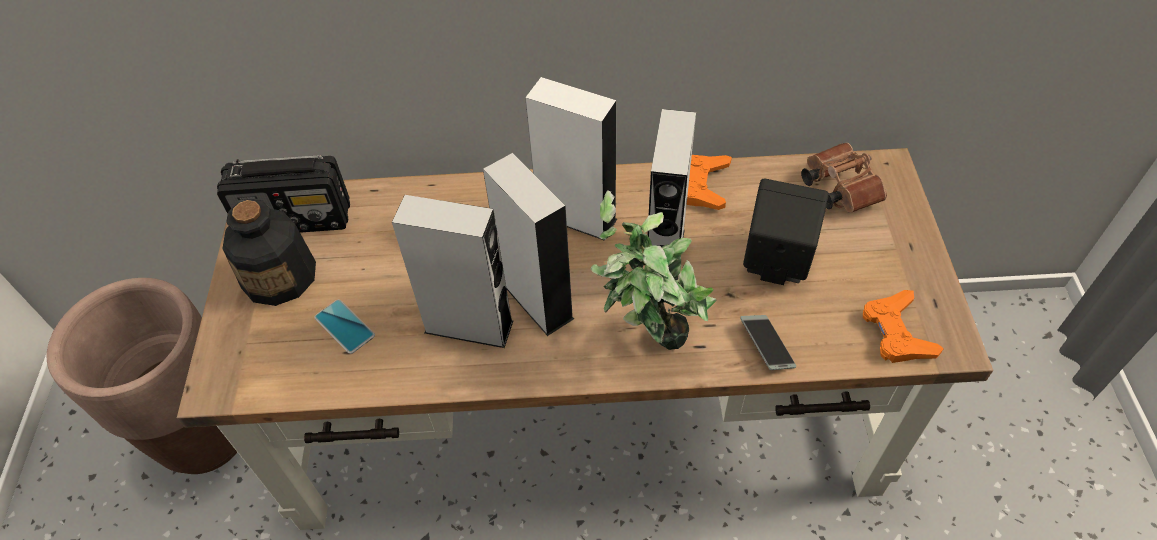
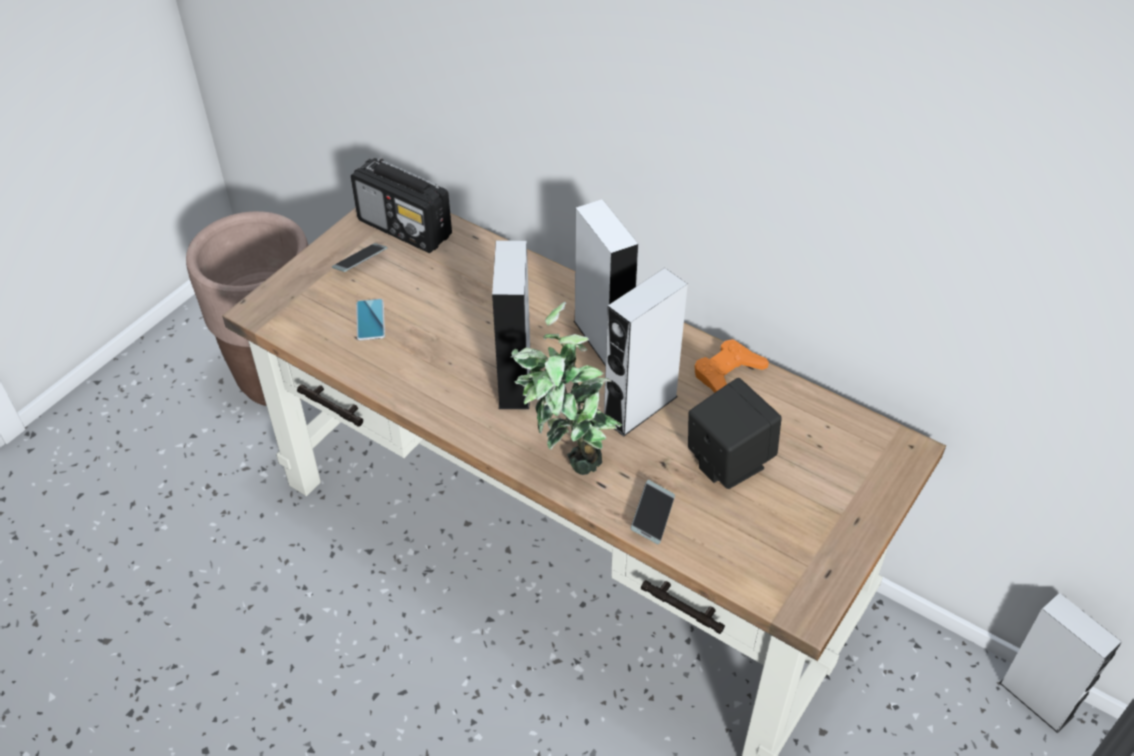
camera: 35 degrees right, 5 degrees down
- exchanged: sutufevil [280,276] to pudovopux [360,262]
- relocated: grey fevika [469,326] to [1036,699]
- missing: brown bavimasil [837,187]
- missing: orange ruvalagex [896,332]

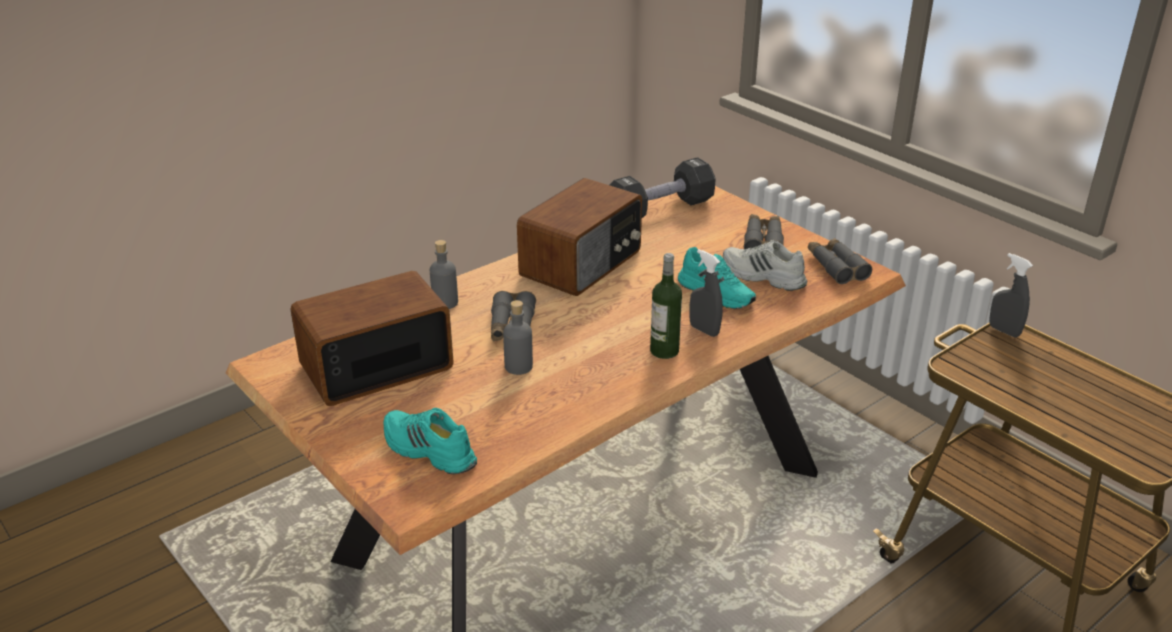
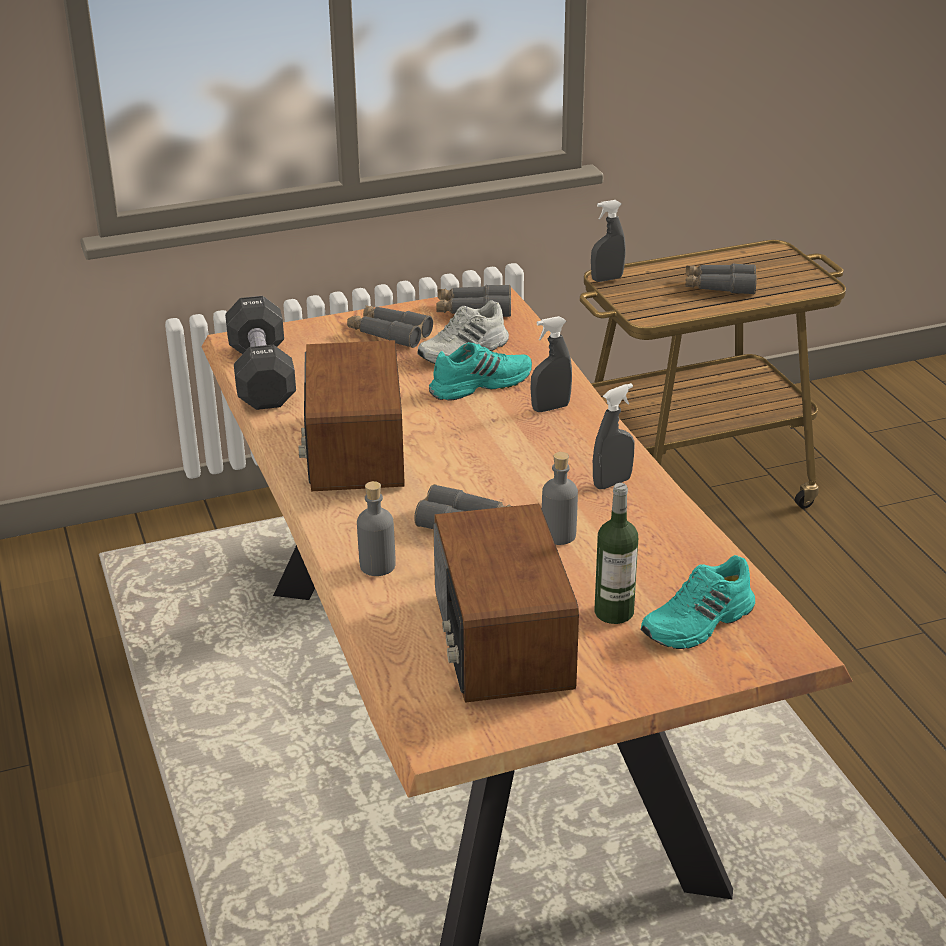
camera: 70 degrees left, 0 degrees up
- spun: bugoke [583,263] = [353,451] 150 degrees counterclockwise
- appeared: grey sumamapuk [612,483]
- relocated: sutufevil [664,351] to [614,612]
- appeared: grey bavimasil [719,287]

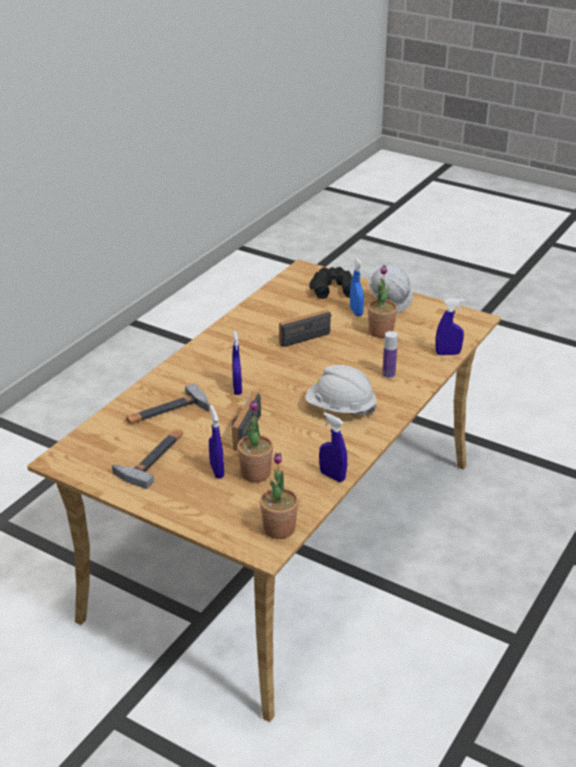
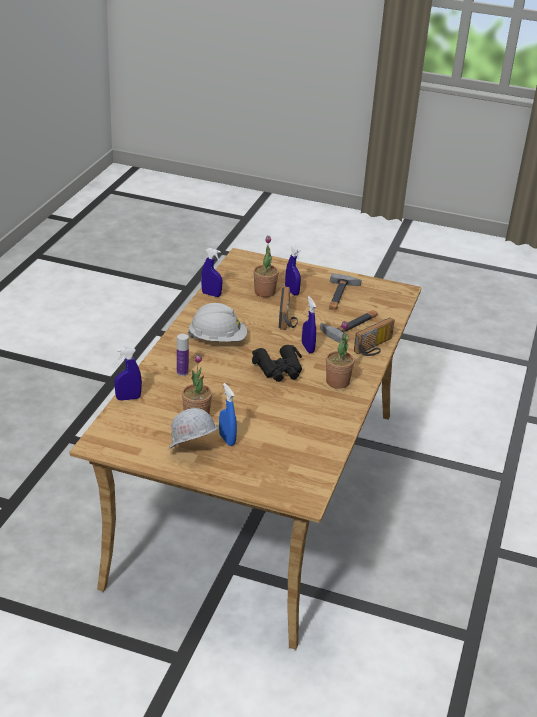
camera: 165 degrees right, 0 degrees up
- relocated: black bavimasil [333,287] to [279,369]
- relocated: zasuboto [279,529] to [337,382]
- relocated: bugoke [303,335] to [375,347]

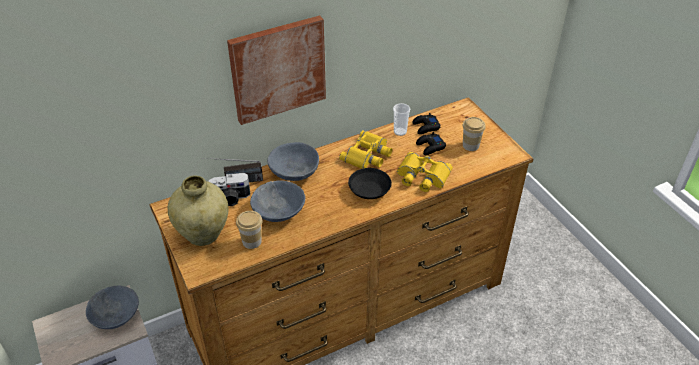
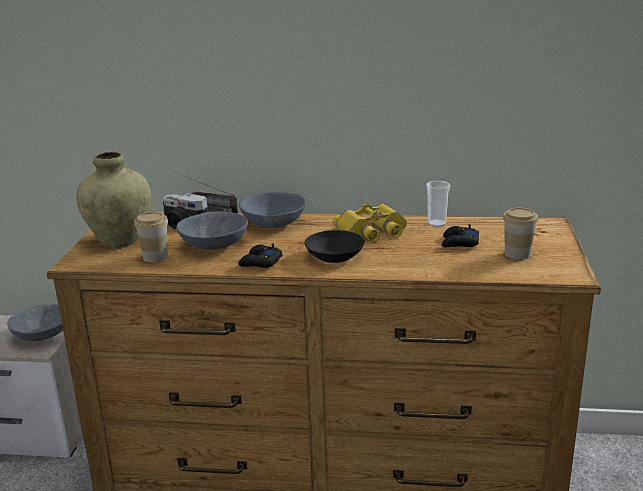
camera: 35 degrees right, 20 degrees down
- relocated: black ruvalagex [425,127] to [260,262]
- missing: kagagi [278,69]
- missing: yellow bavimasil [422,176]

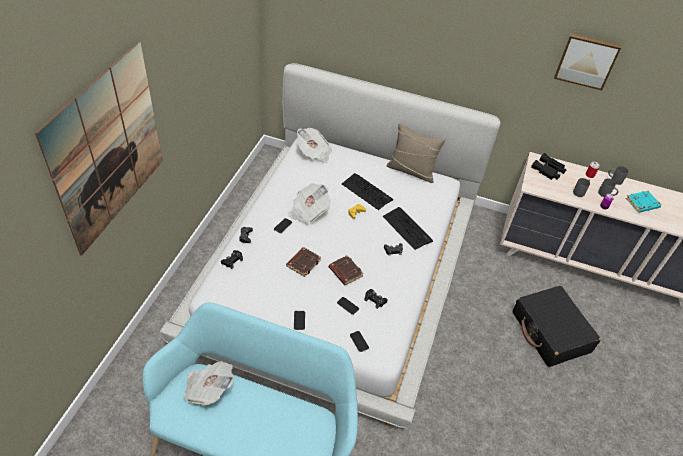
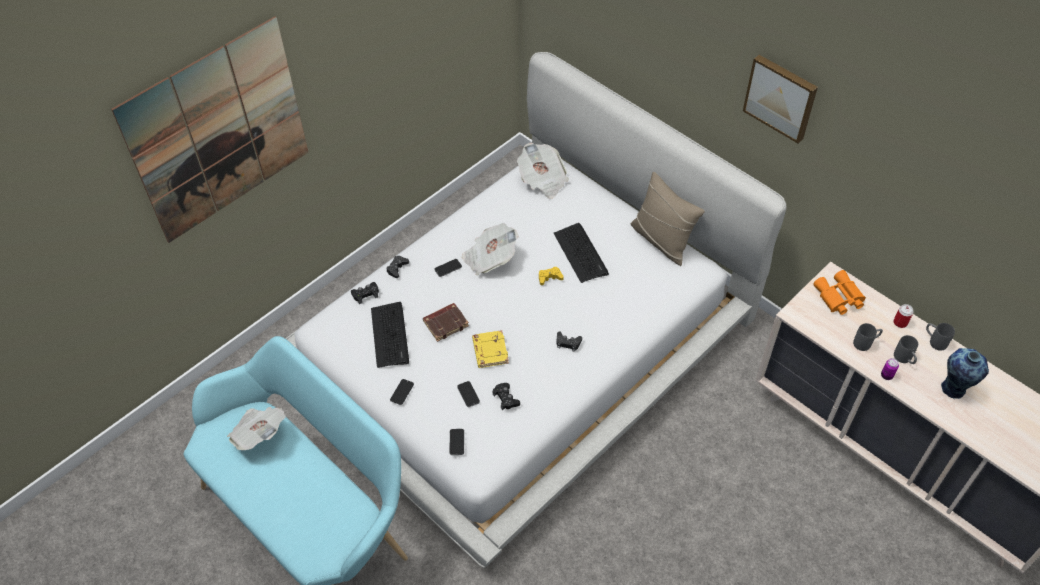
camera: 30 degrees right, 5 degrees up
- relocated: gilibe [407,228] to [390,335]
- colour: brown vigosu [345,272] to yellow vigosu [489,351]
- relocated: kagagi [586,60] to [781,97]
- colour: black bavimasil [548,170] to orange bavimasil [838,298]
- exchanged: turquoise vigosu [642,204] to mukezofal [953,389]
- missing: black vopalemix [550,332]

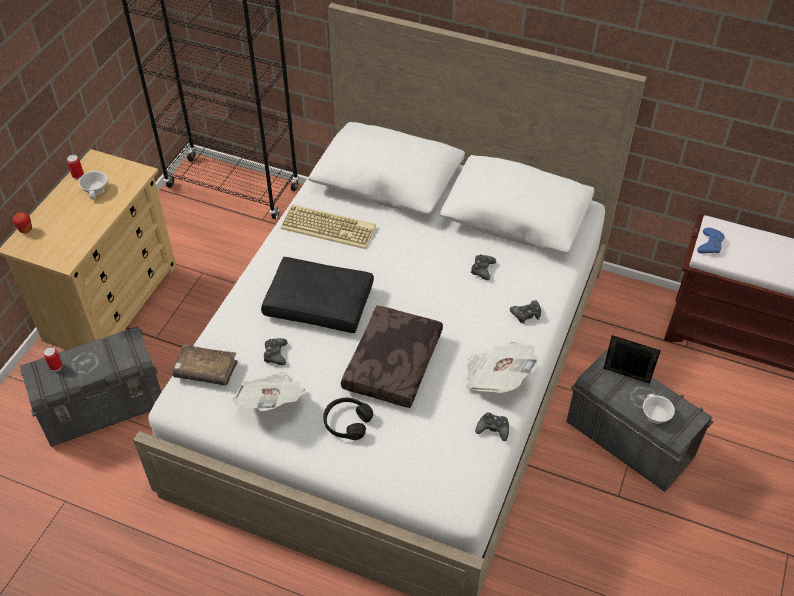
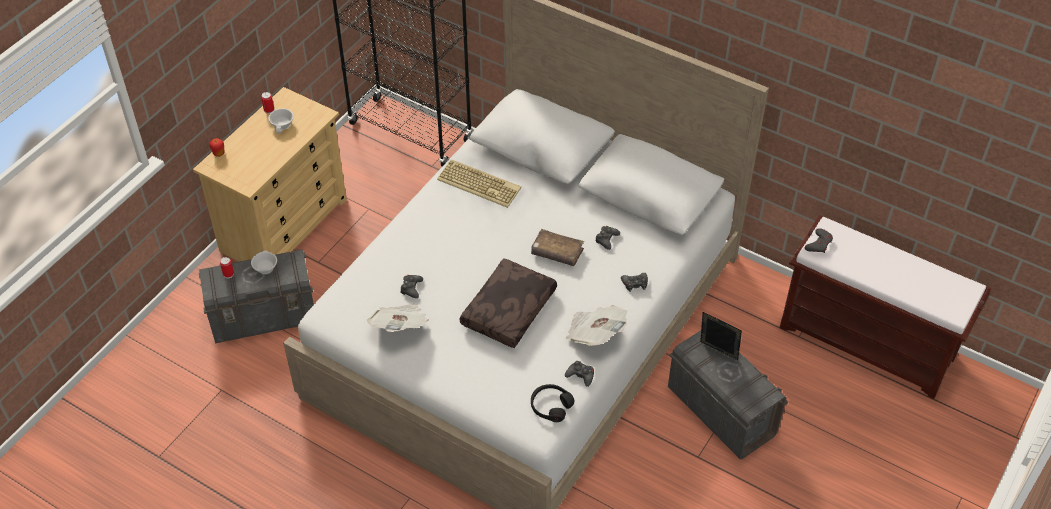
camera: 10 degrees right, 0 degrees up
- relocated: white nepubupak [654,415] to [264,267]
- relocated: brown vigosu [206,370] to [557,252]
- relocated: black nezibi [347,422] to [551,406]
- colour: blue ruvalagex [710,244] to grey ruvalagex [819,244]
- missing: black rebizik [320,302]

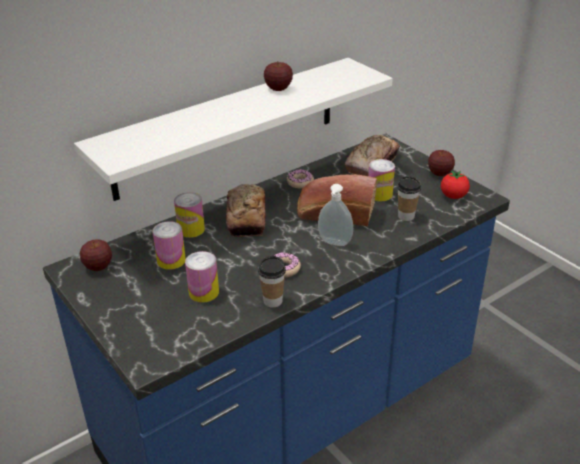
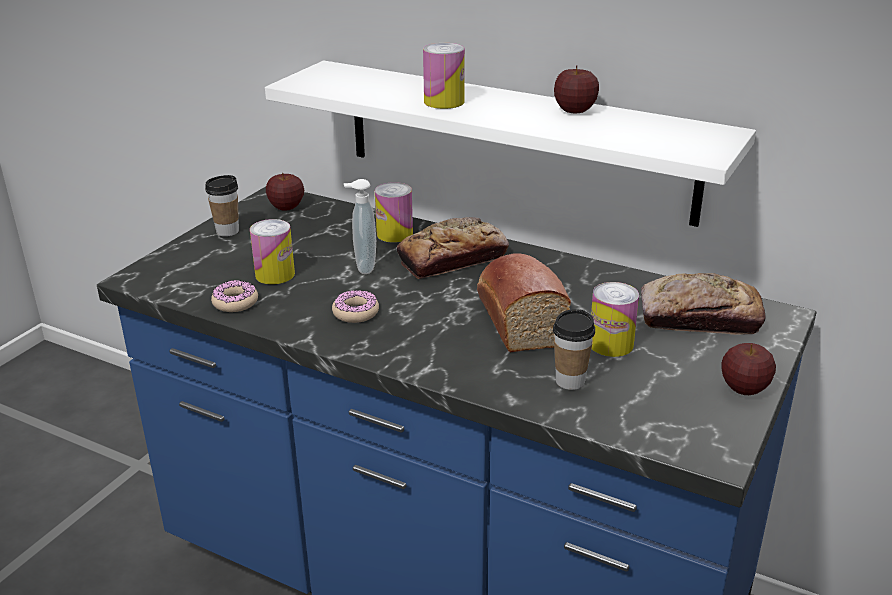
camera: 65 degrees right, 5 degrees down
- relocated: nepubupak [273,301] to [227,231]
- relocated: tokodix [300,182] to [235,302]
- relocated: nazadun [334,243] to [363,267]
- relocated: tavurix [171,260] to [444,102]
- missing: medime [453,196]

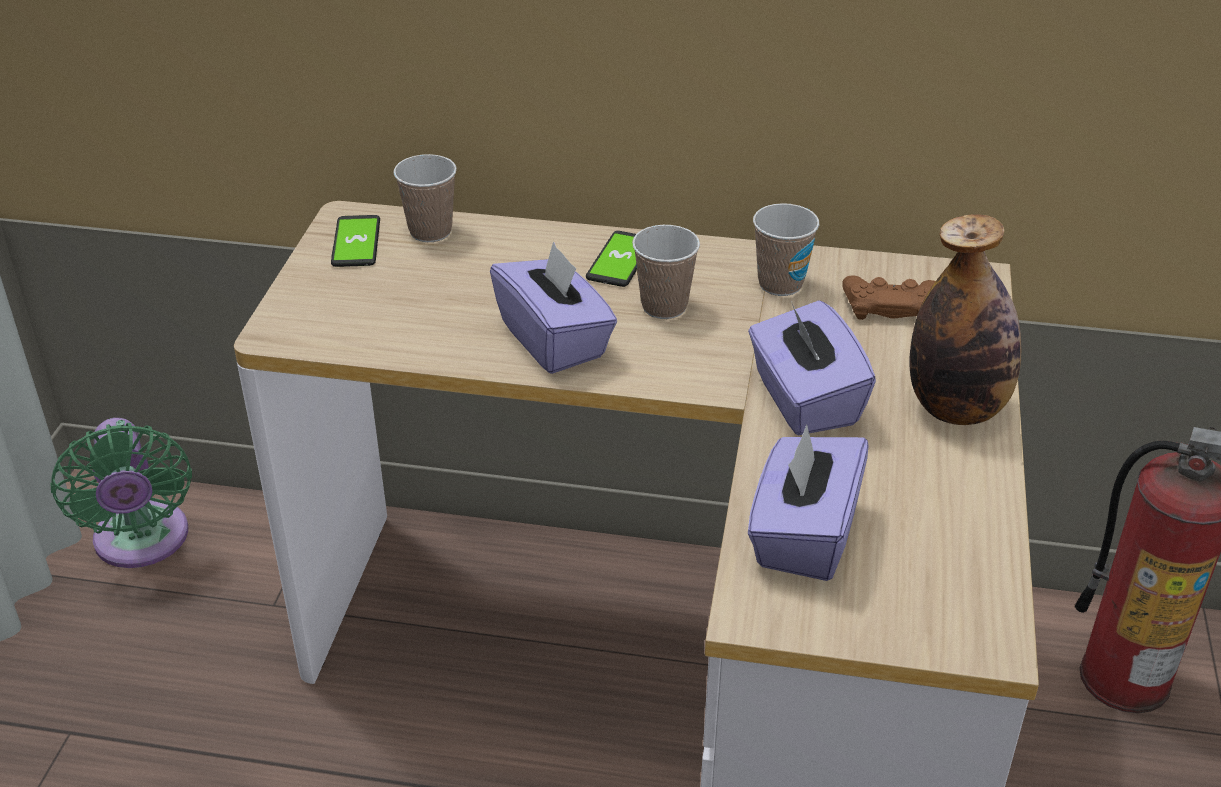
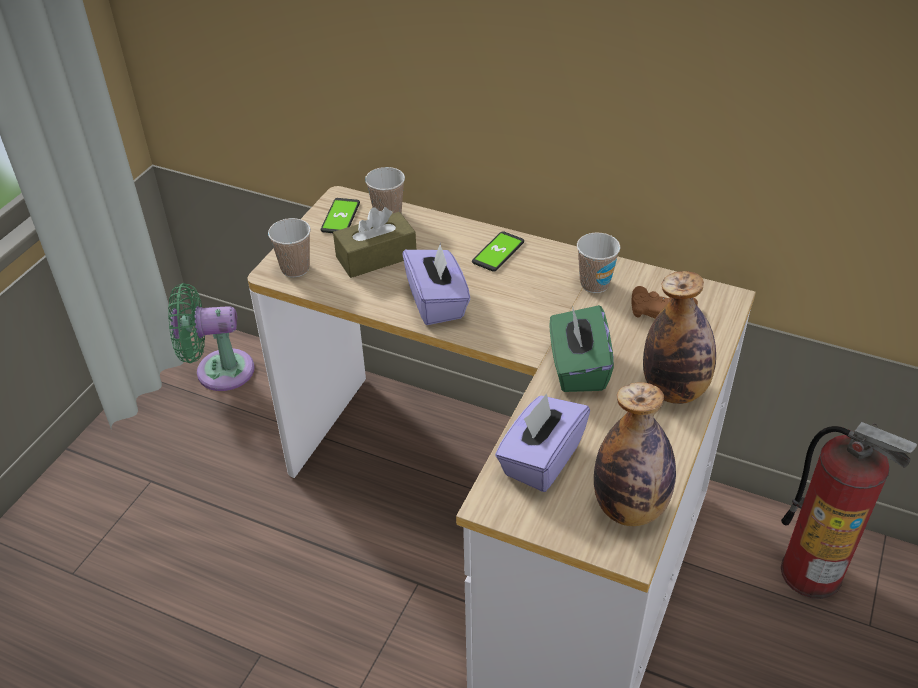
camera: 15 degrees right, 5 degrees up
- spun: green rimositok [142,543] = [218,371] 90 degrees clockwise
- relocated: nepubupak [664,306] to [295,269]
- appeared: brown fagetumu [376,257]
- colour: purple fagetumu [804,400] to green fagetumu [577,368]
- appeared: sutufevil [629,508]

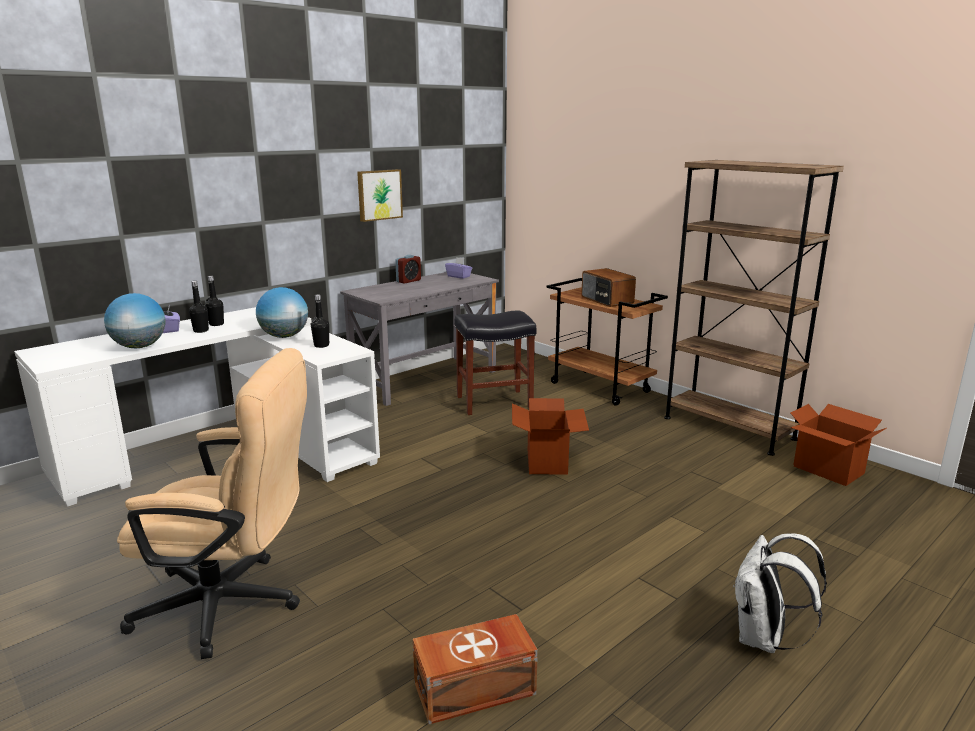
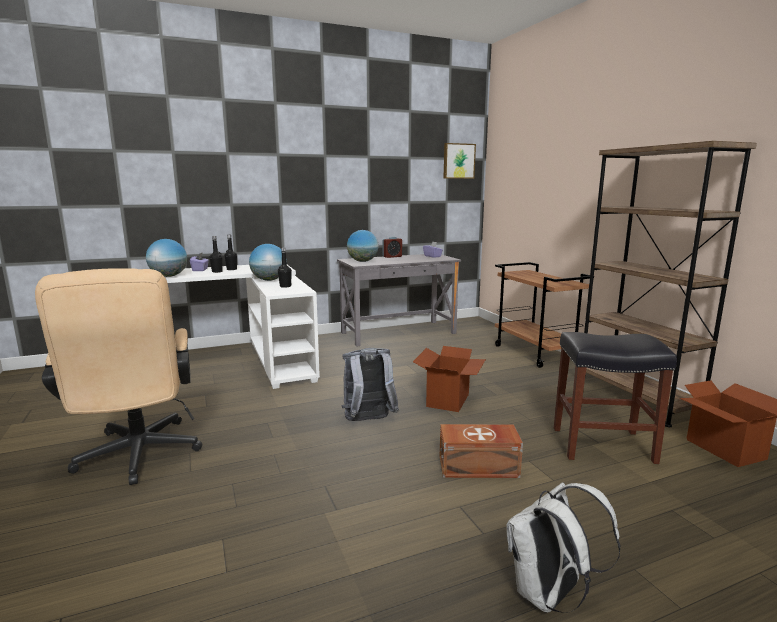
camera: 20 degrees right, 5 degrees down
- spun: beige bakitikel [232,605] = [138,458] 45 degrees clockwise
- appeared: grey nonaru [368,421]
- appeared: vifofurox [362,261]
- relocated: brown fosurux [477,689] to [479,467]
- relocated: kagagi [379,194] to [458,161]
- relocated: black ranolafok [493,402] to [601,445]
- missing: bugoke [606,300]

